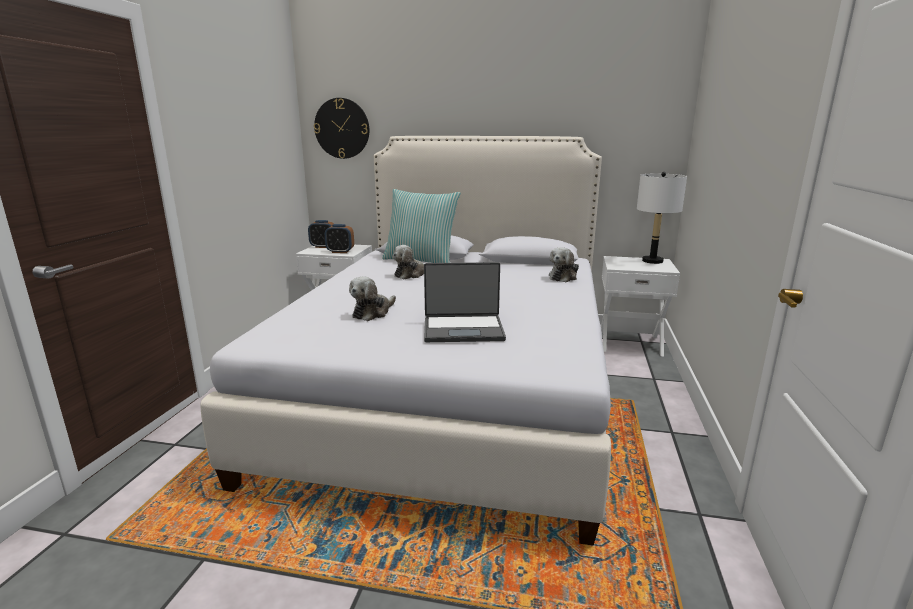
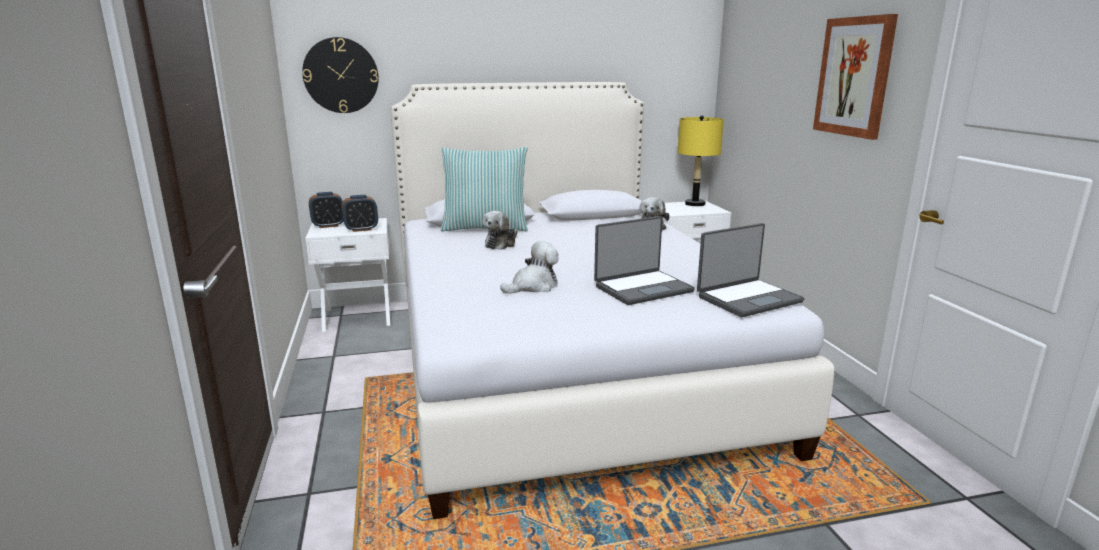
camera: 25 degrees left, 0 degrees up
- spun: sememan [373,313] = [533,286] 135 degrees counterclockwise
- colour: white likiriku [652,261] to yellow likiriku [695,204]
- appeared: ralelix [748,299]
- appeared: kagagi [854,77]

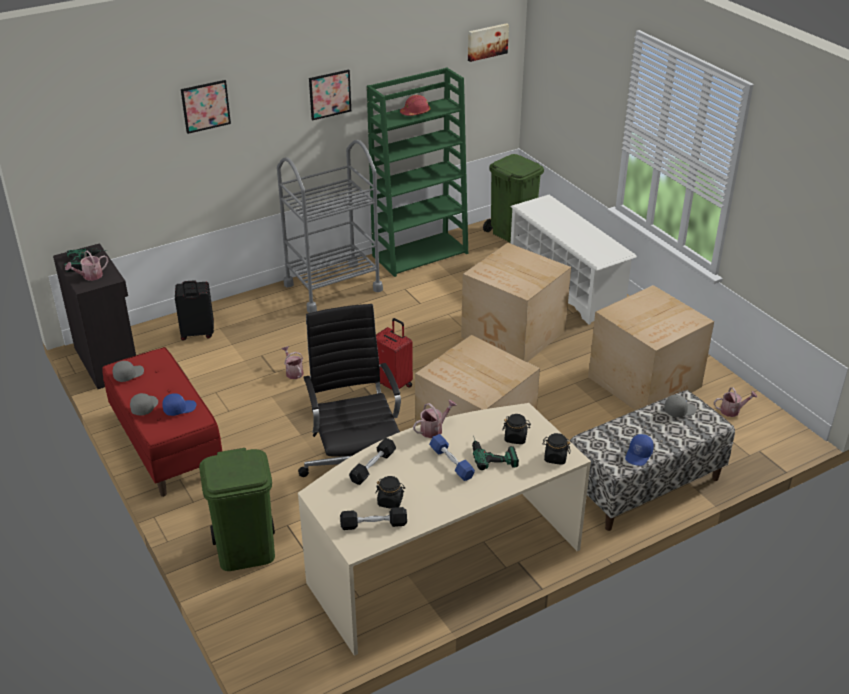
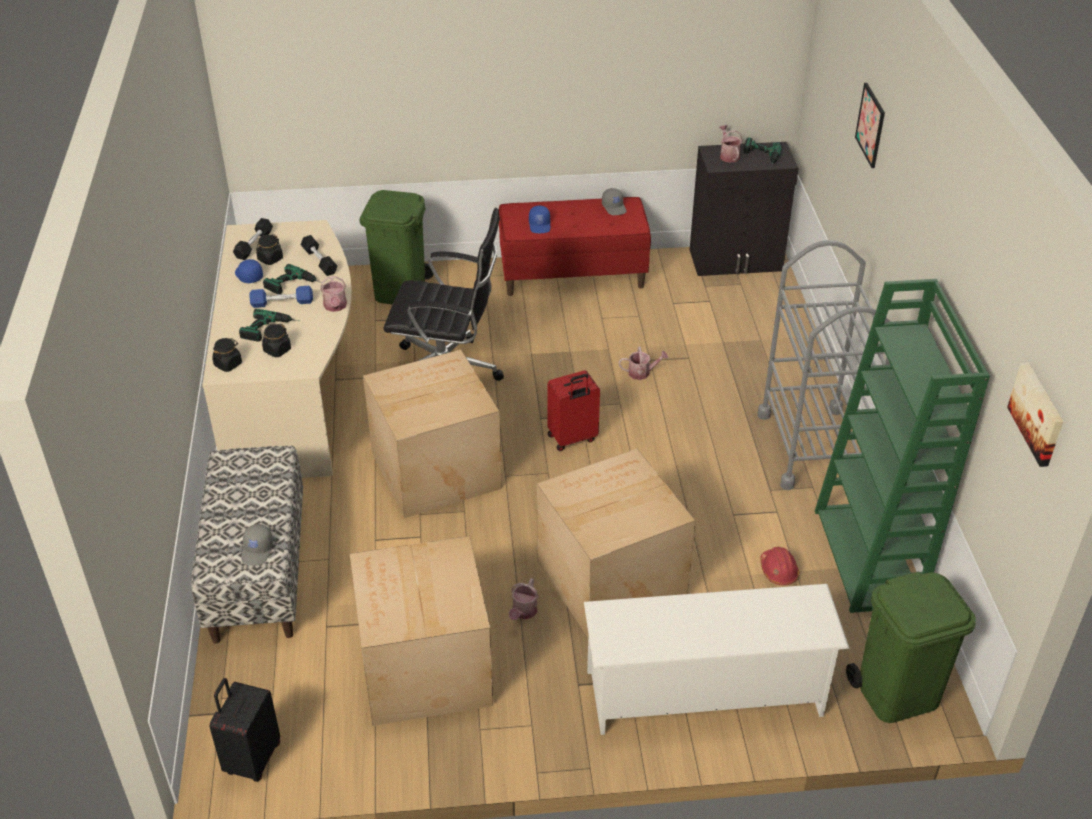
camera: 115 degrees right, 5 degrees up
- relocated: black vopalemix [197,334] to [252,759]
- relocated: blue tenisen [639,455] to [248,275]
- appeared: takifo [294,286]
- relocated: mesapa [732,410] to [523,612]
- relocated: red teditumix [415,113] to [778,571]
- missing: grey tenisen [144,407]
- missing: kagagi [330,94]

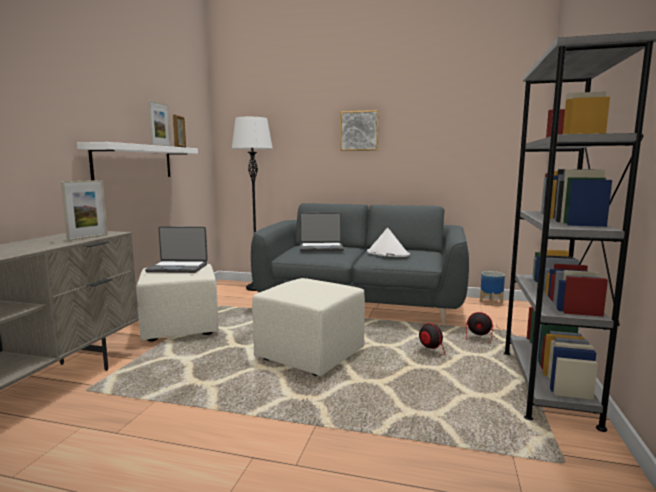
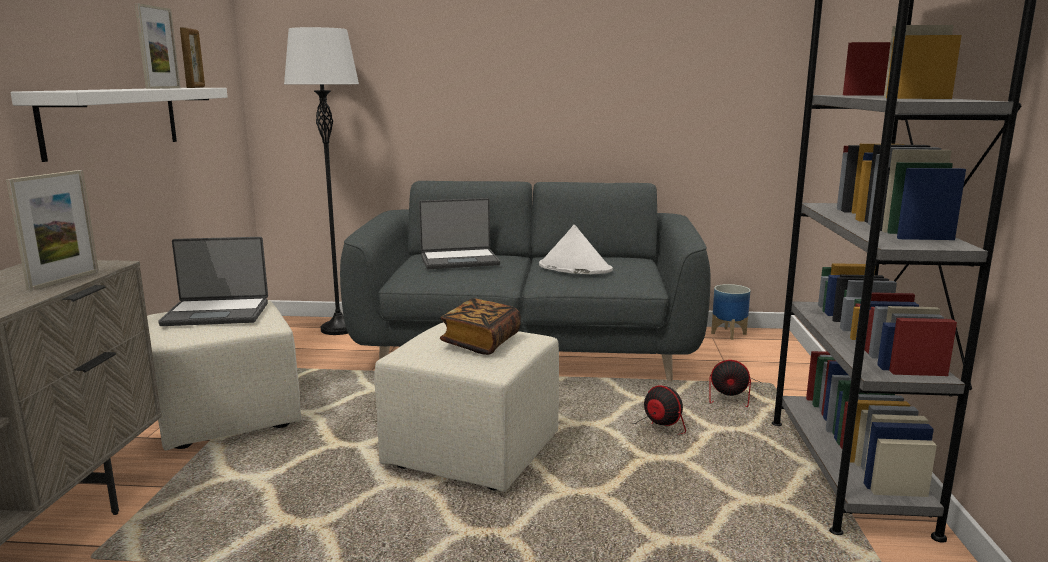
camera: 10 degrees left, 5 degrees up
- appeared: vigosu [481,342]
- missing: kagagi [359,131]

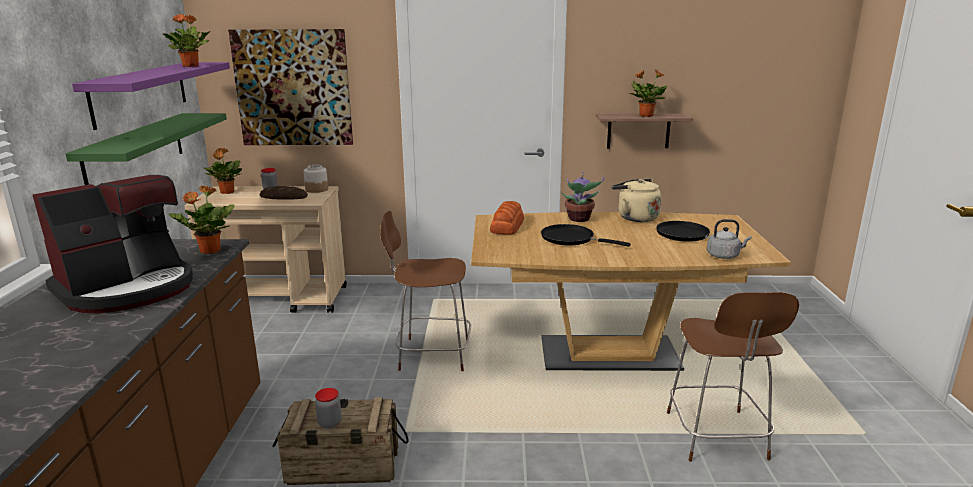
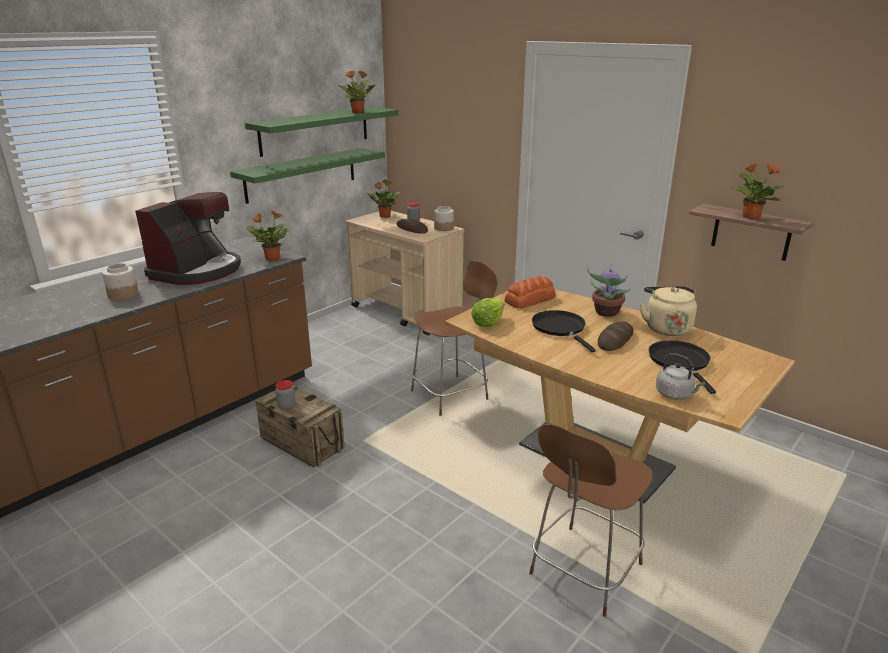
camera: 40 degrees right, 5 degrees up
- appeared: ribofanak [123,295]
- spun: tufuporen [128,288] = [197,271] 60 degrees counterclockwise
- colour: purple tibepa [141,92] to green tibepa [315,130]
- spun: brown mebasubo [431,354] = [452,394] 105 degrees clockwise
- appeared: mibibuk [488,323]
- appeared: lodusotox [615,340]
- missing: kagagi [293,88]

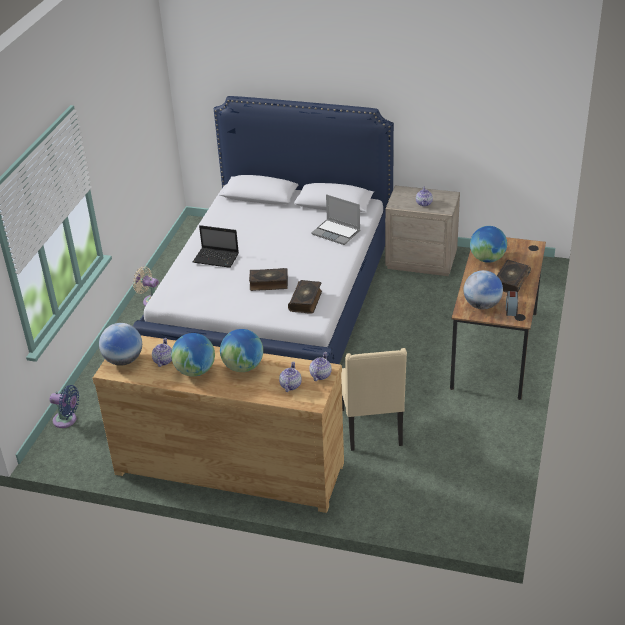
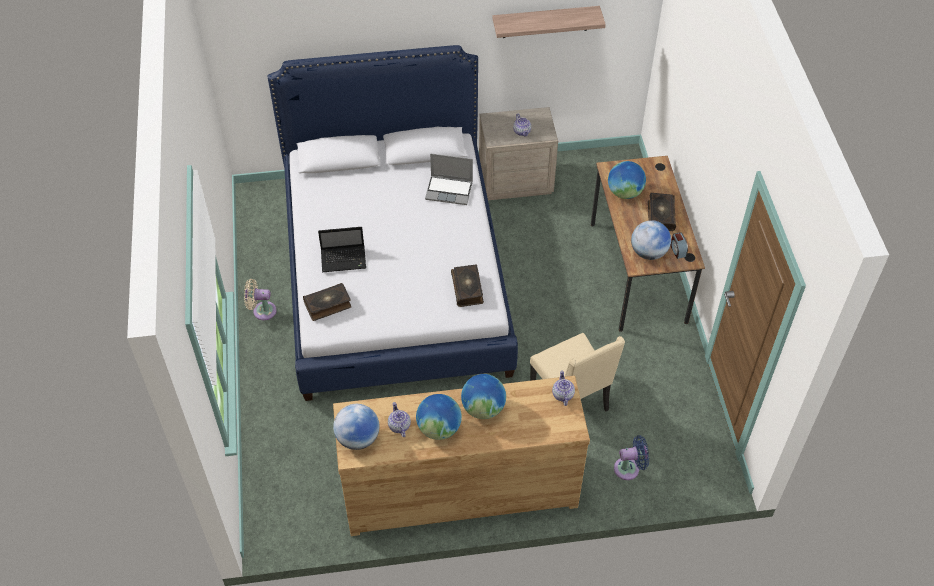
camera: 25 degrees left, 15 degrees up
- relocated: vigosu [268,283] to [328,305]
- appeared: tibepa [545,22]
- relocated: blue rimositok [67,420] to [629,468]
- missing: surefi [290,385]

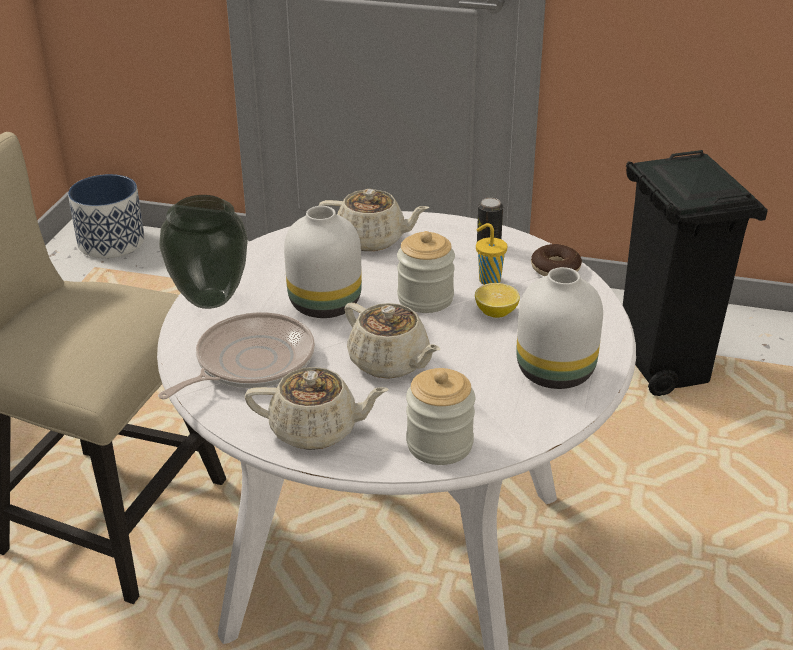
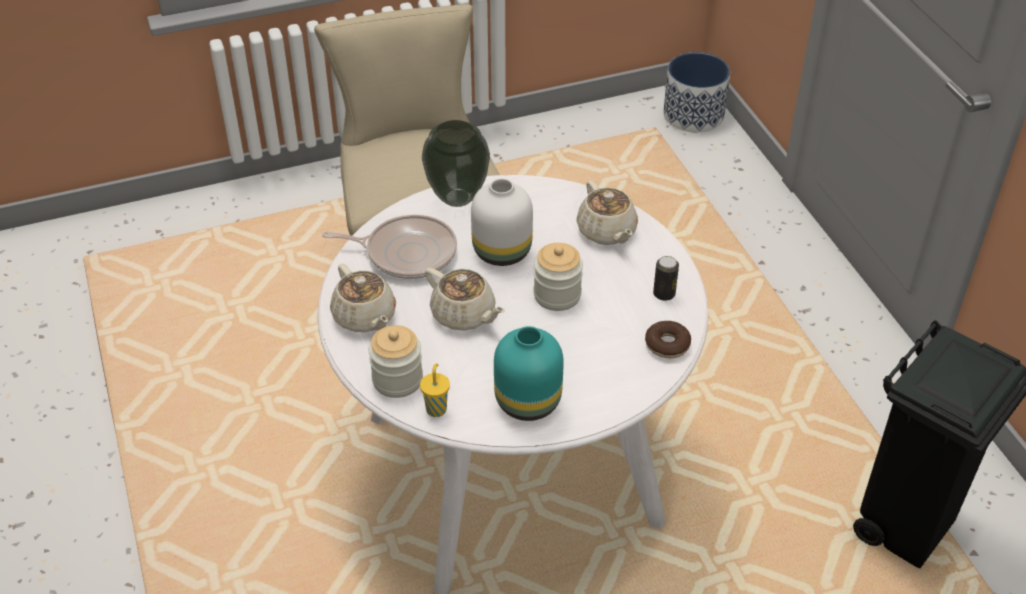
camera: 55 degrees right, 10 degrees up
- relocated: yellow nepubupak [488,280] to [436,408]
- spun: beige surefi [390,363] = [464,315] 60 degrees counterclockwise
- colour: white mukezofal [557,372] to turquoise mukezofal [529,403]
- missing: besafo [496,312]

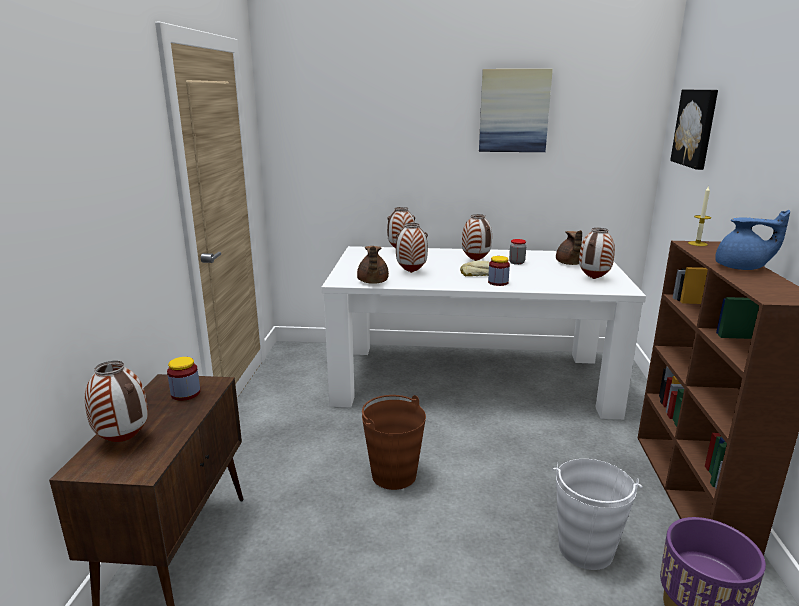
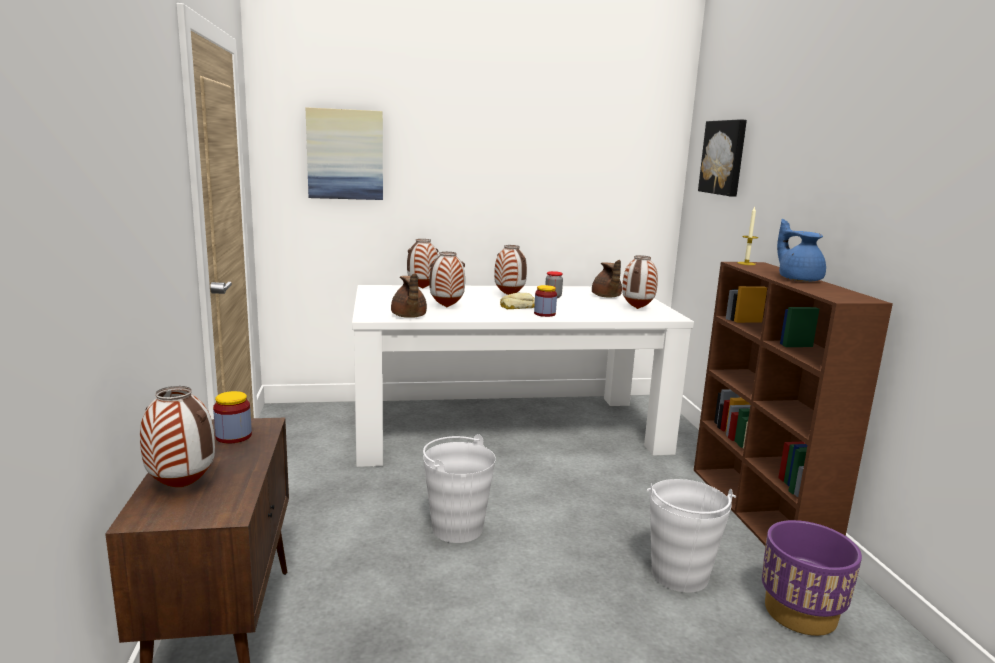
camera: 15 degrees left, 5 degrees down
- relocated: kagagi [514,111] to [345,154]
- colour: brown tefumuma [393,474] to white tefumuma [457,528]
- spun: blue surefi [742,268] = [798,279] 120 degrees counterclockwise

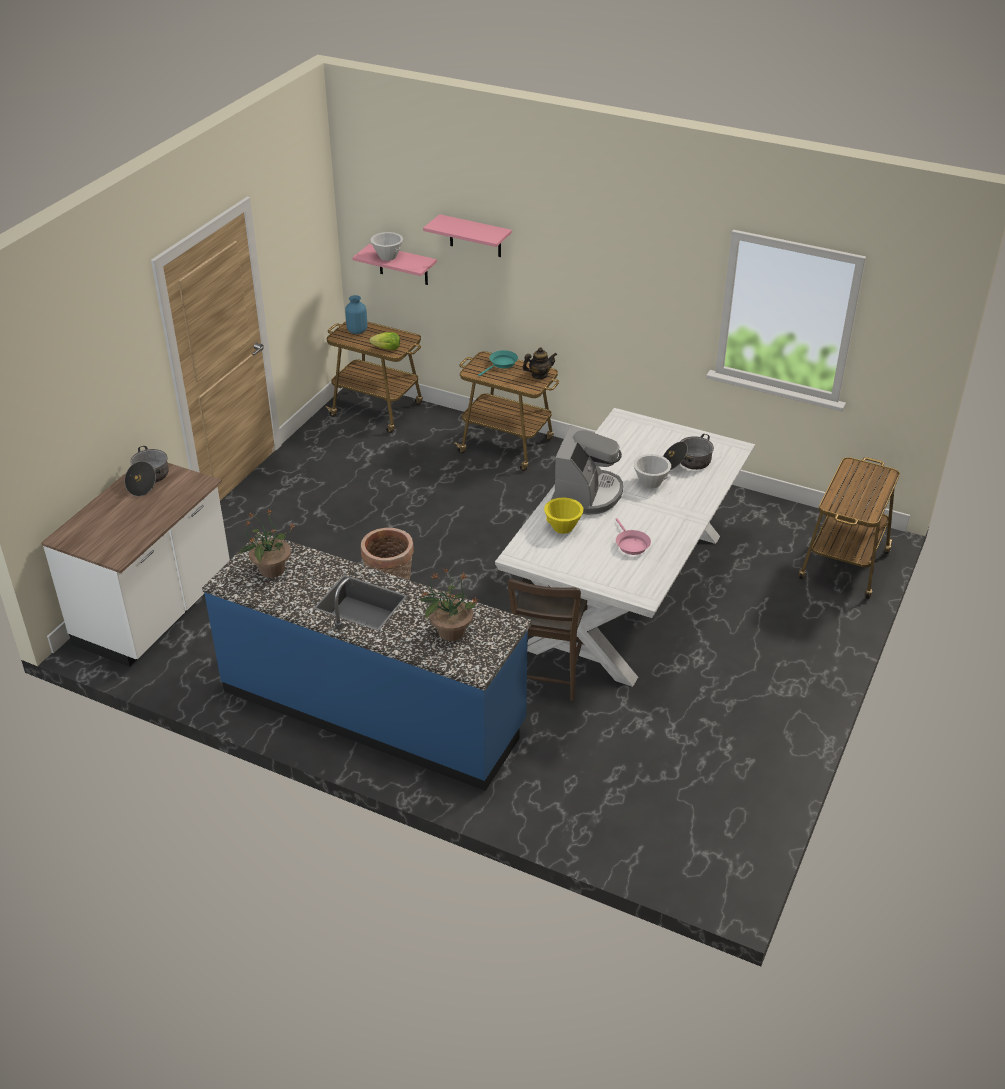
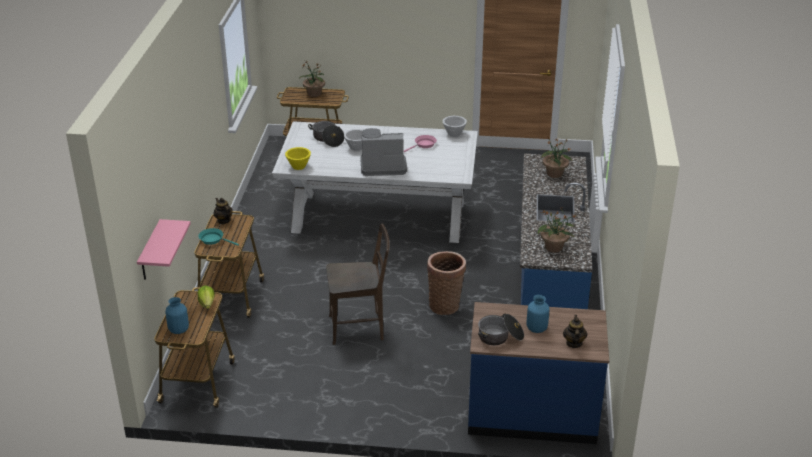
camera: 110 degrees left, 5 degrees down
- relocated: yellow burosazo [563,527] to [298,166]
- appeared: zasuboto [314,94]
- relocated: brown mebasubo [547,675] to [360,327]
- relocated: white burosazo [387,257] to [454,134]
- colour: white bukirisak [156,611] to blue bukirisak [532,413]
- appeared: blue mukezofal [536,328]
- appeared: surefi [573,343]
- missing: pink tibepa [475,236]

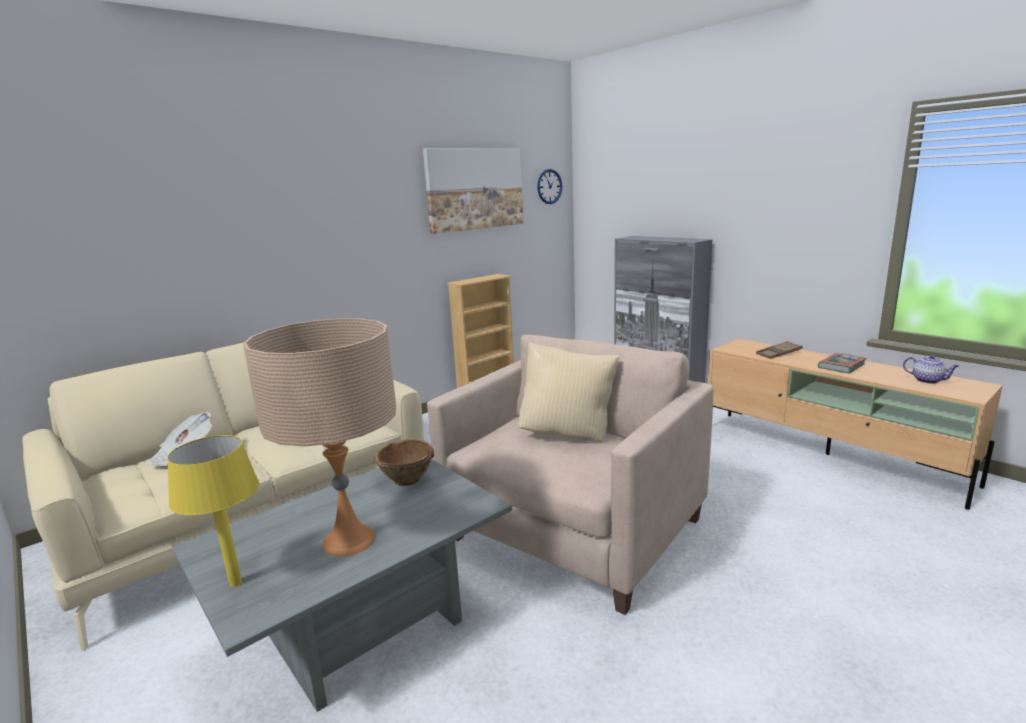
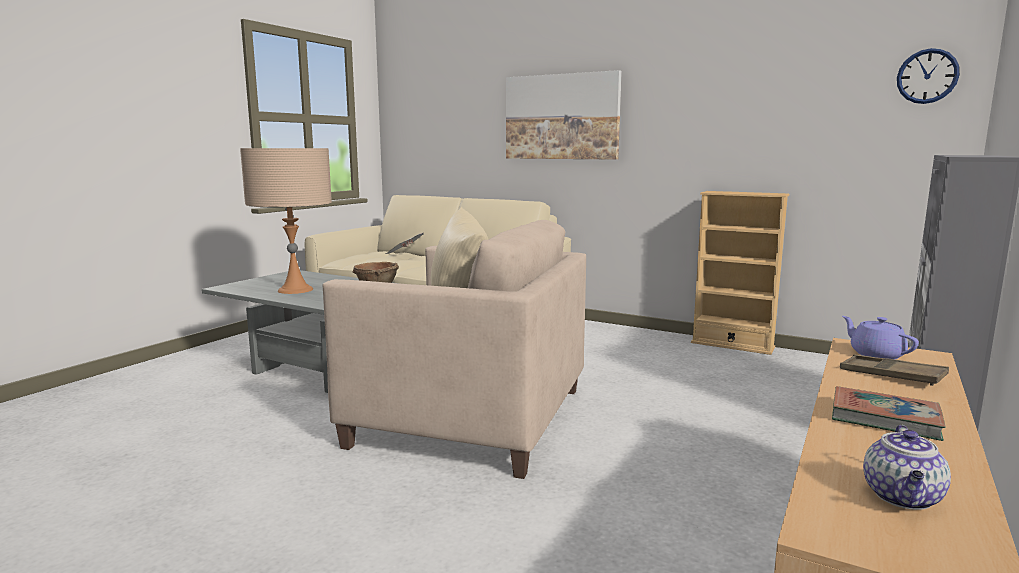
camera: 70 degrees right, 5 degrees down
- relocated: kagagi [474,189] to [561,117]
- appeared: purple surefi [875,354]
- missing: yellow likiriku [236,582]

